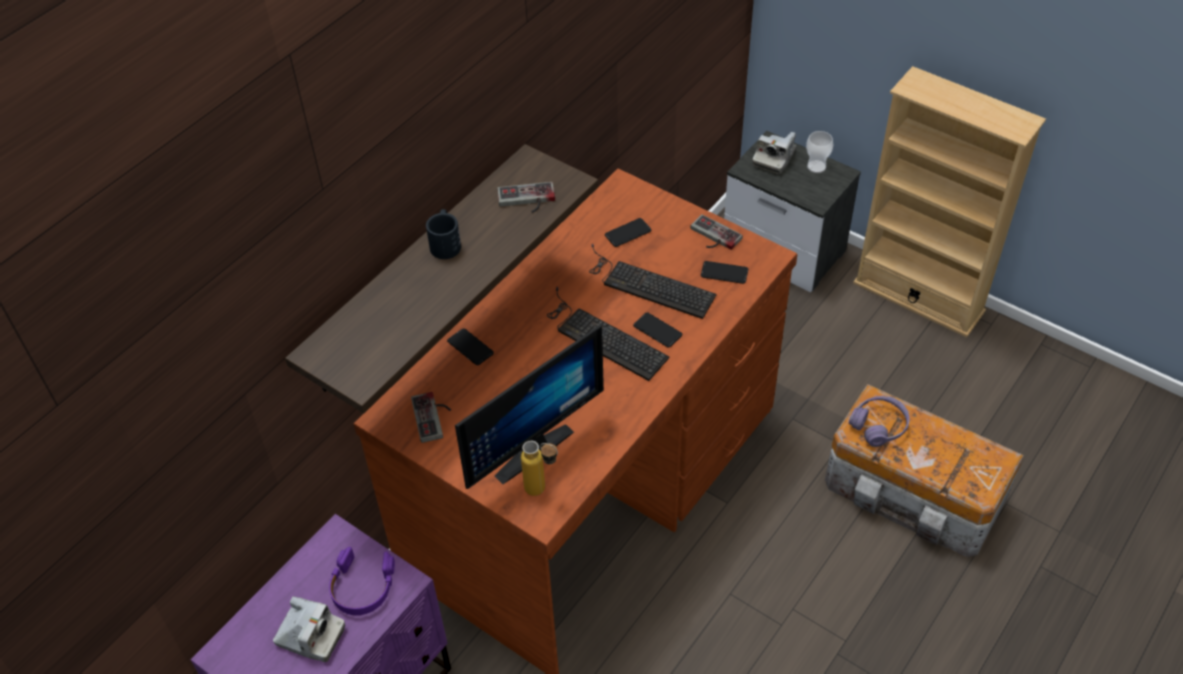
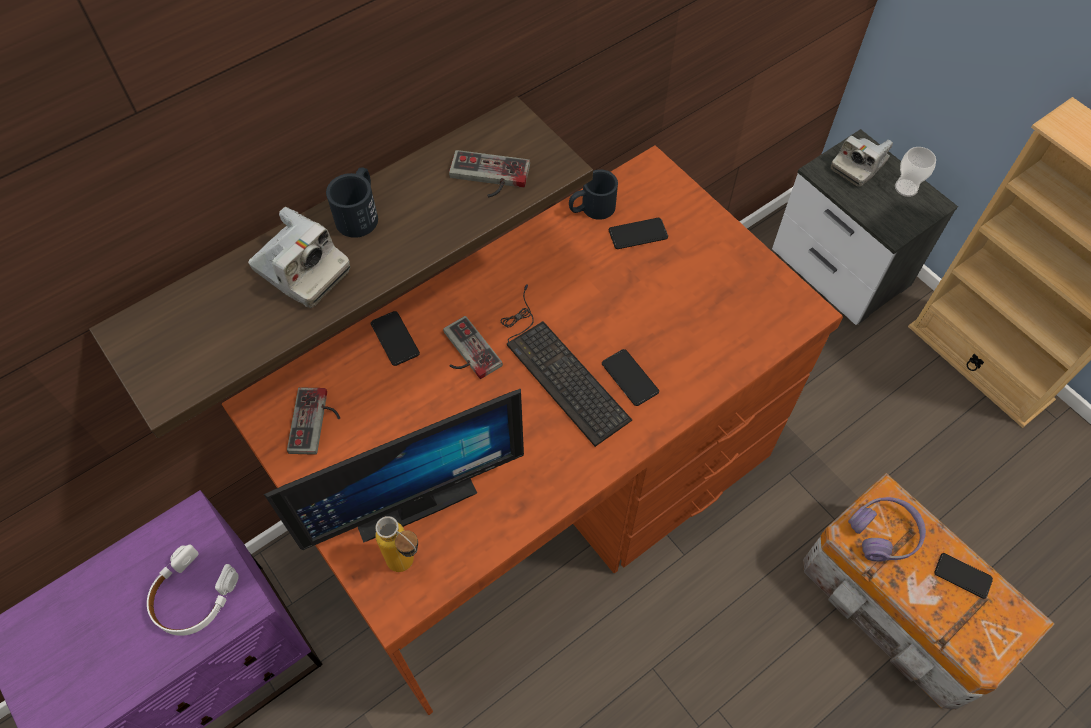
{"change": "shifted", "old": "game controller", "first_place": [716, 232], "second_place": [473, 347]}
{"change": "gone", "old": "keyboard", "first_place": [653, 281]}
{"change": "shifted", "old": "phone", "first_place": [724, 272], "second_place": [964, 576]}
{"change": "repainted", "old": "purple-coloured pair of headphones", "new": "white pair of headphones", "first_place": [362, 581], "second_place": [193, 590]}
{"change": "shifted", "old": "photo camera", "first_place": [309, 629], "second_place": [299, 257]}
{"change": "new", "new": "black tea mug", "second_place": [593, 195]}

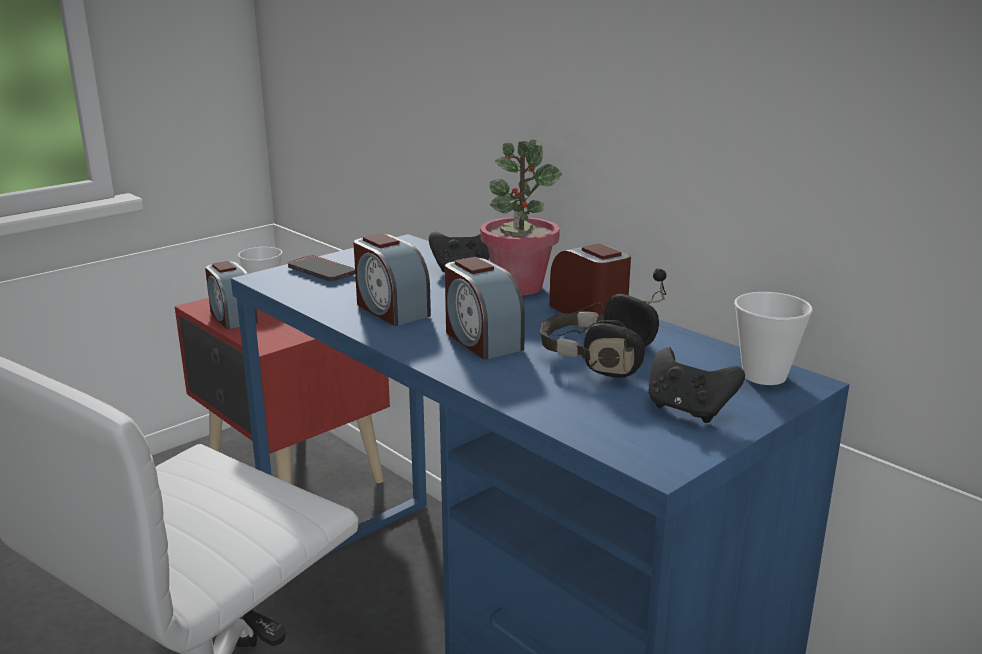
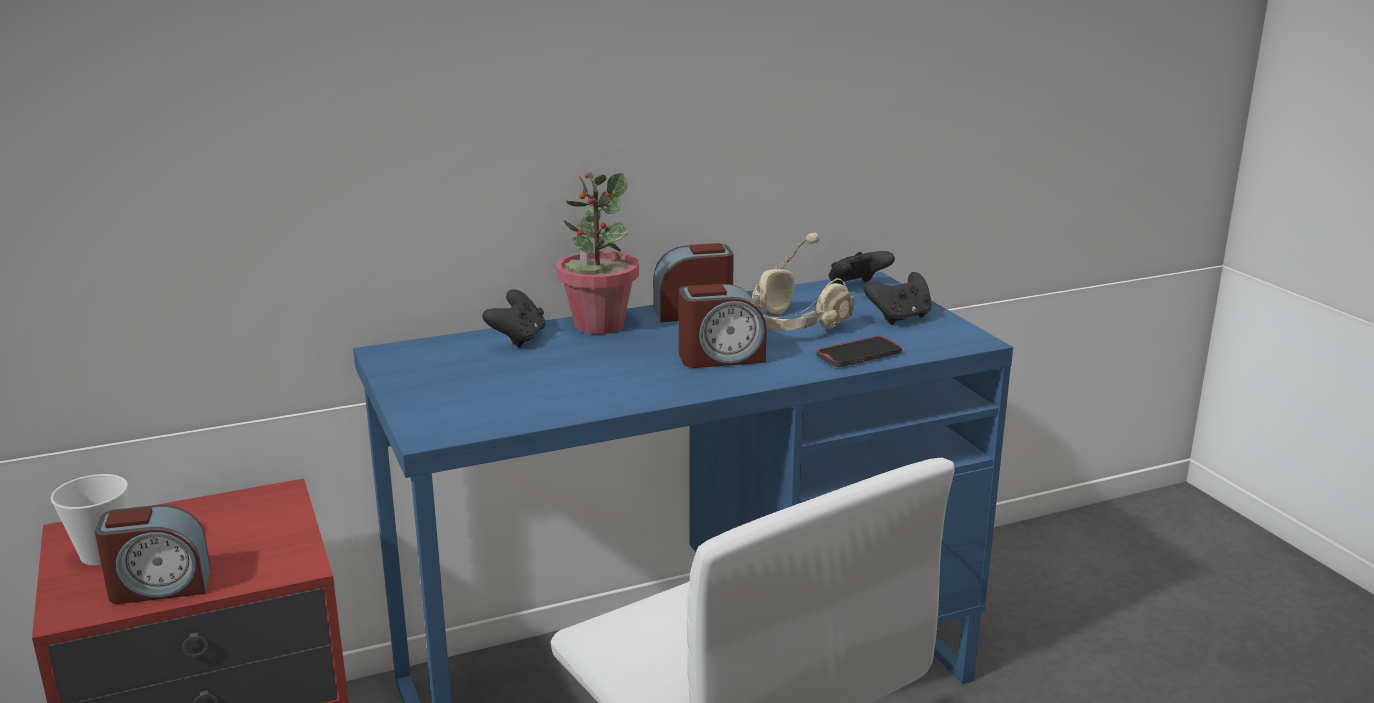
{"change": "gone", "old": "alarm clock", "first_place": [392, 279]}
{"change": "shifted", "old": "phone", "first_place": [321, 268], "second_place": [859, 351]}
{"change": "repainted", "old": "black pair of headphones", "new": "sand-coloured pair of headphones", "first_place": [603, 323], "second_place": [803, 282]}
{"change": "swapped", "old": "small cup", "new": "black game controller", "first_place": [773, 338], "second_place": [862, 268]}

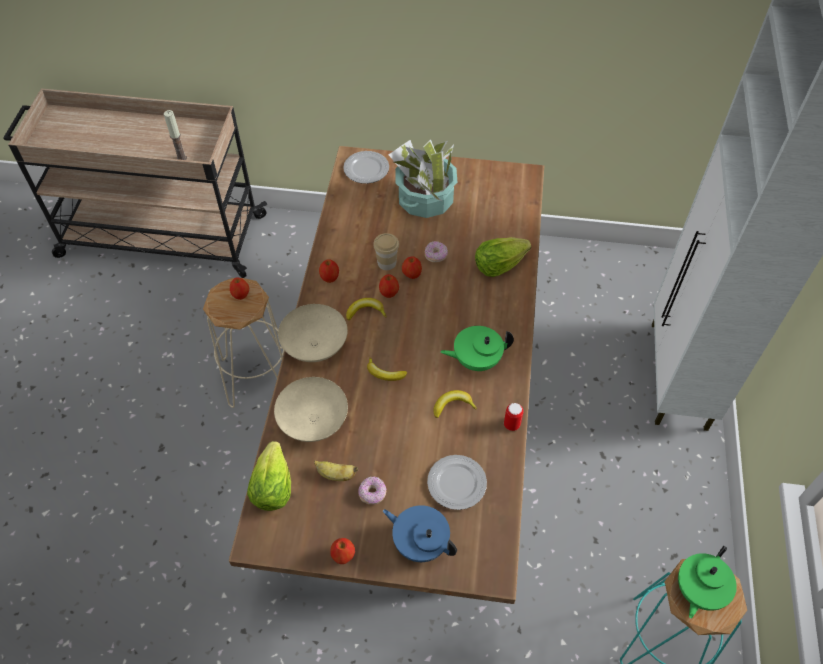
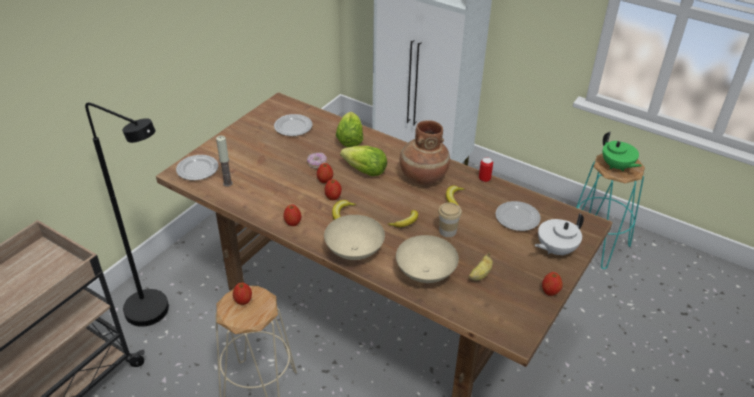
{"change": "shifted", "old": "candle", "first_place": [175, 135], "second_place": [224, 161]}
{"change": "gone", "old": "houseplant", "first_place": [422, 179]}
{"change": "shifted", "old": "small cup", "first_place": [386, 251], "second_place": [450, 219]}
{"change": "swapped", "old": "greenish tea pot", "new": "brownish flower vase", "first_place": [477, 348], "second_place": [425, 152]}
{"change": "shifted", "old": "lettuce head", "first_place": [269, 476], "second_place": [363, 161]}
{"change": "gone", "old": "donut", "first_place": [372, 490]}
{"change": "repainted", "old": "blue tea pot", "new": "white tea pot", "first_place": [420, 533], "second_place": [559, 234]}
{"change": "new", "new": "black standing lamp", "second_place": [127, 214]}
{"change": "new", "new": "plate", "second_place": [293, 125]}

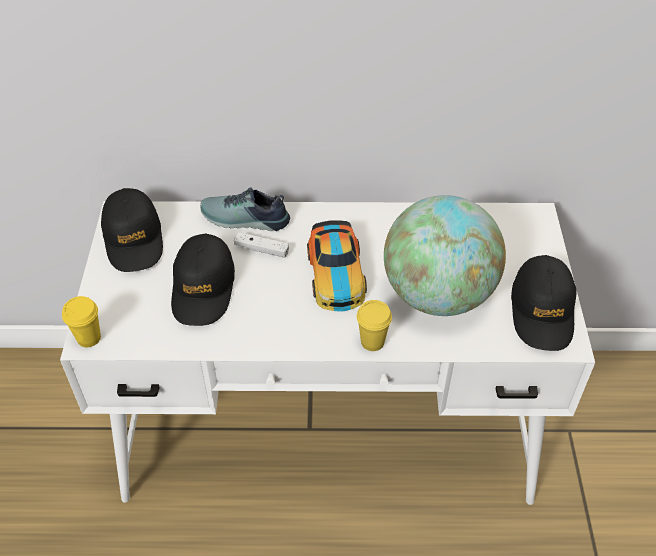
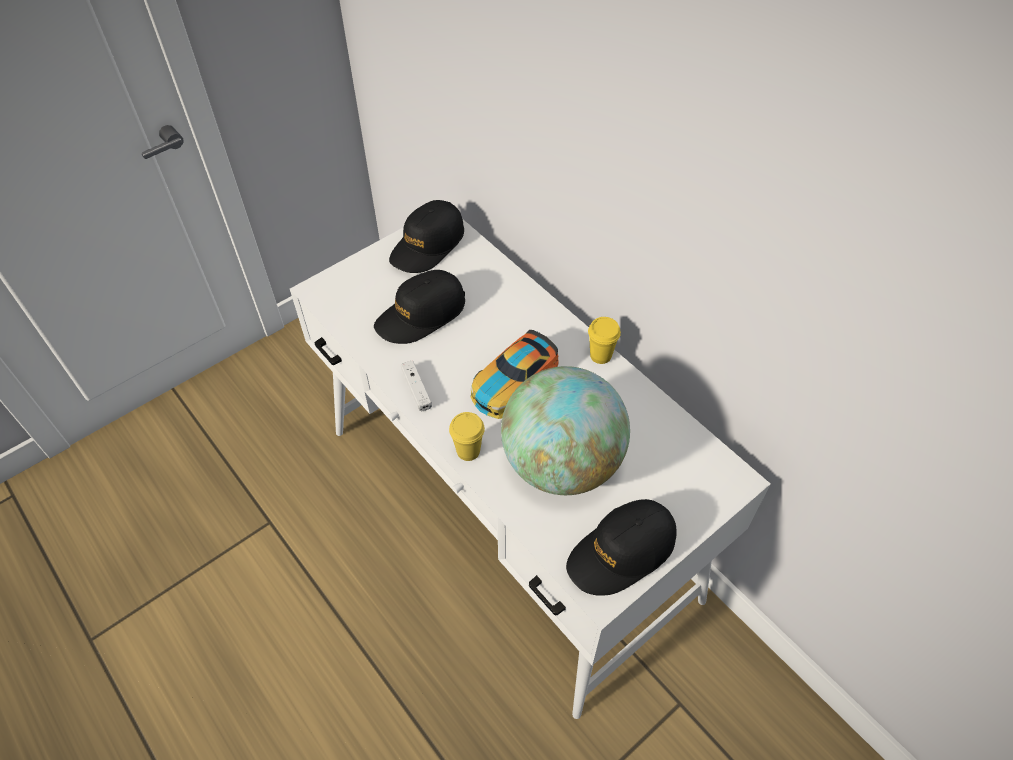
{"change": "gone", "old": "low shoe", "first_place": [245, 209]}
{"change": "shifted", "old": "white game controller", "first_place": [261, 245], "second_place": [416, 385]}
{"change": "shifted", "old": "yellow small cup", "first_place": [81, 321], "second_place": [604, 340]}

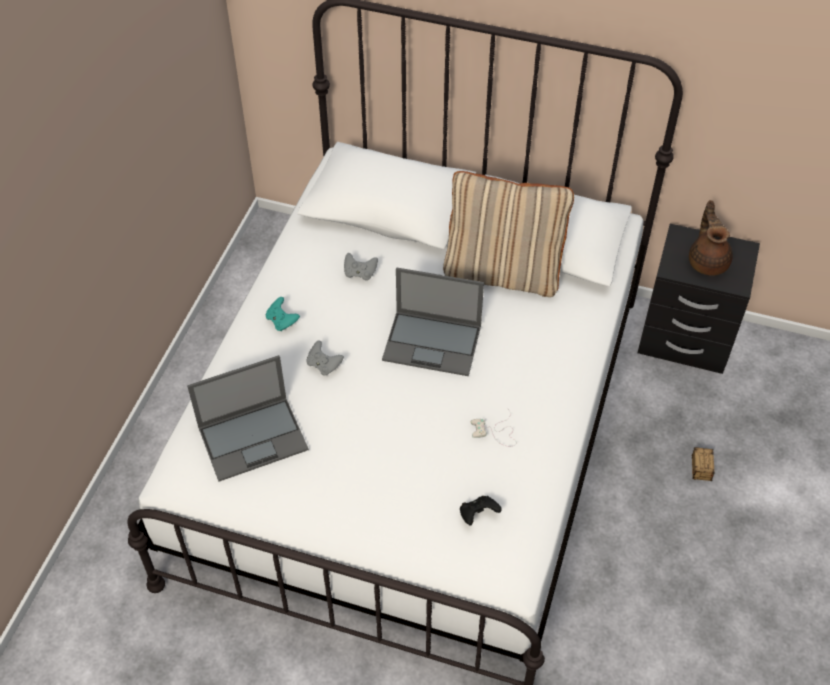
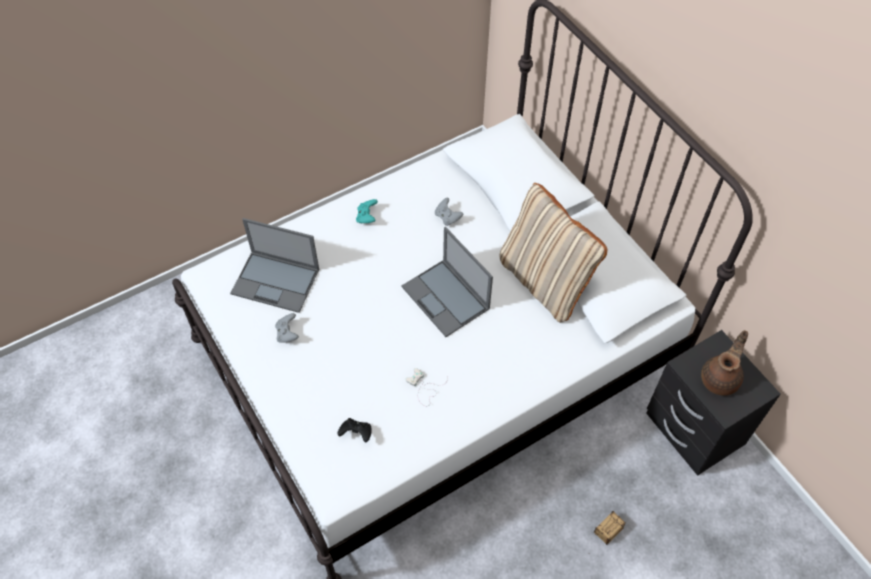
{"change": "shifted", "old": "grey game controller", "first_place": [325, 358], "second_place": [287, 328]}

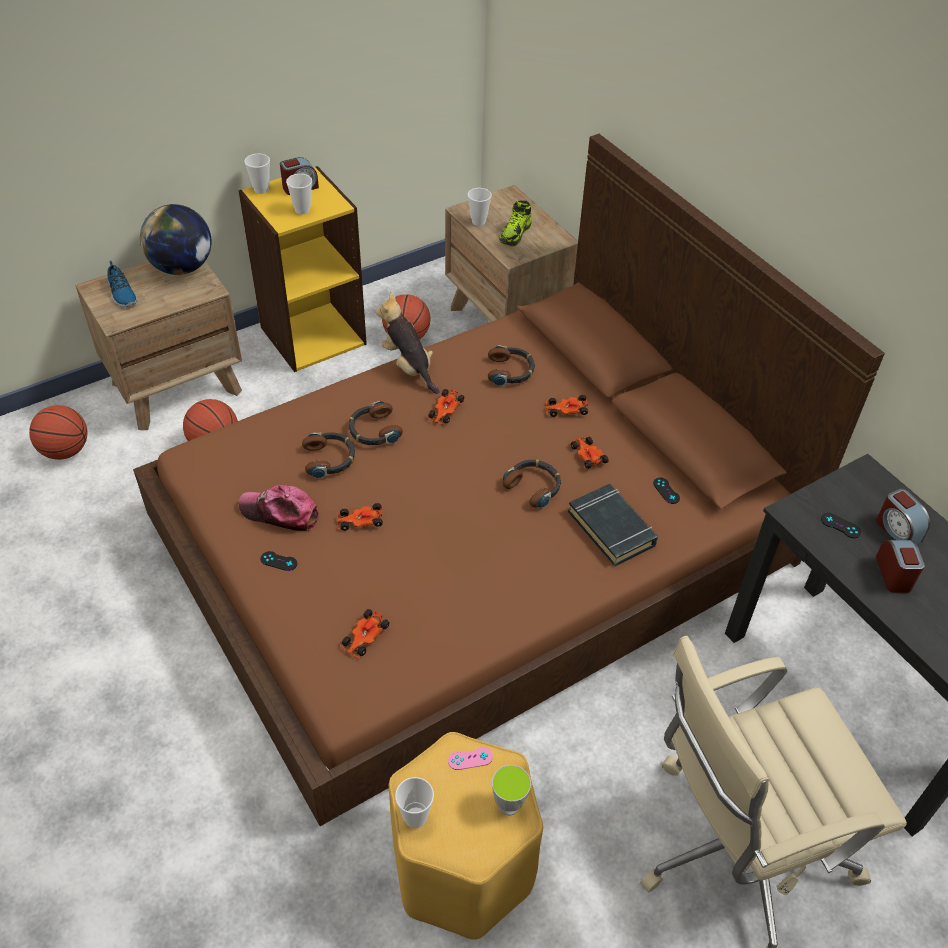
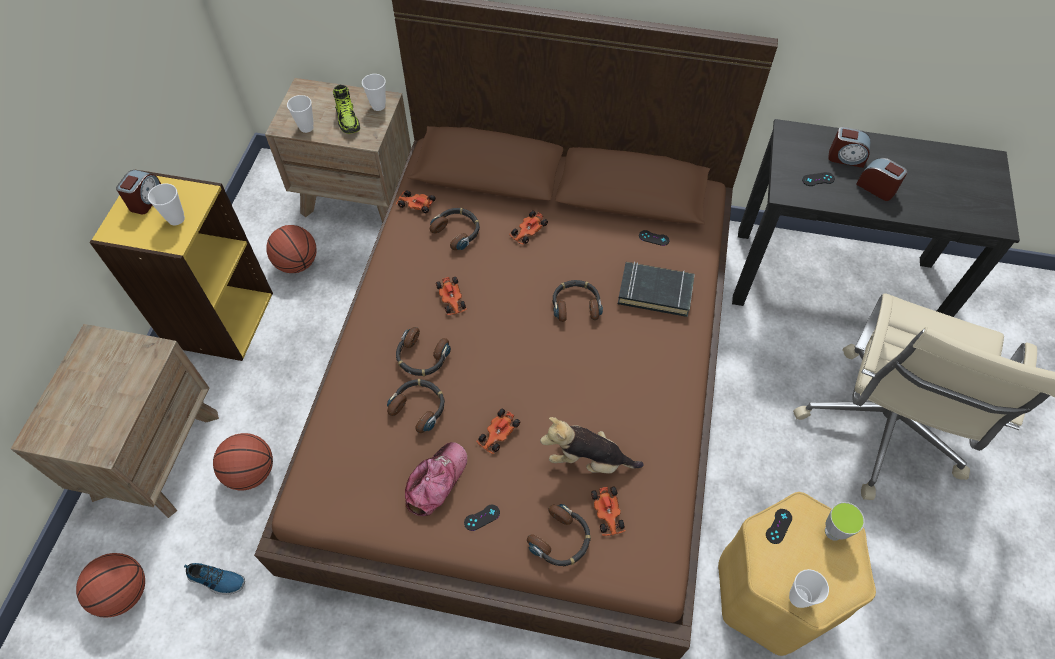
{"change": "shifted", "old": "small cup", "first_place": [257, 174], "second_place": [374, 92]}
{"change": "gone", "old": "world globe", "first_place": [175, 239]}
{"change": "shifted", "old": "low shoe", "first_place": [122, 284], "second_place": [214, 579]}
{"change": "shifted", "old": "soft toy", "first_place": [407, 343], "second_place": [592, 445]}
{"change": "shifted", "old": "toy car", "first_place": [589, 452], "second_place": [416, 201]}
{"change": "rotated", "old": "peaked cap", "first_place": [279, 508], "second_place": [436, 479], "degrees": 150}
{"change": "repainted", "old": "pink-coloured game controller", "new": "black game controller", "first_place": [470, 758], "second_place": [779, 526]}
{"change": "new", "new": "pair of headphones", "second_place": [559, 535]}

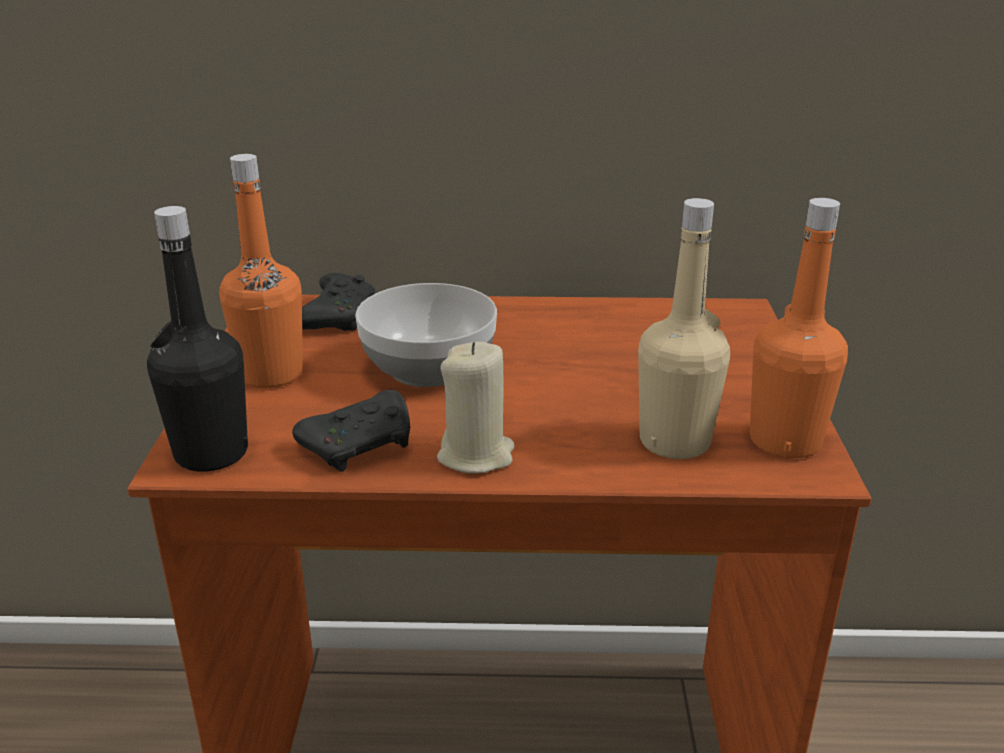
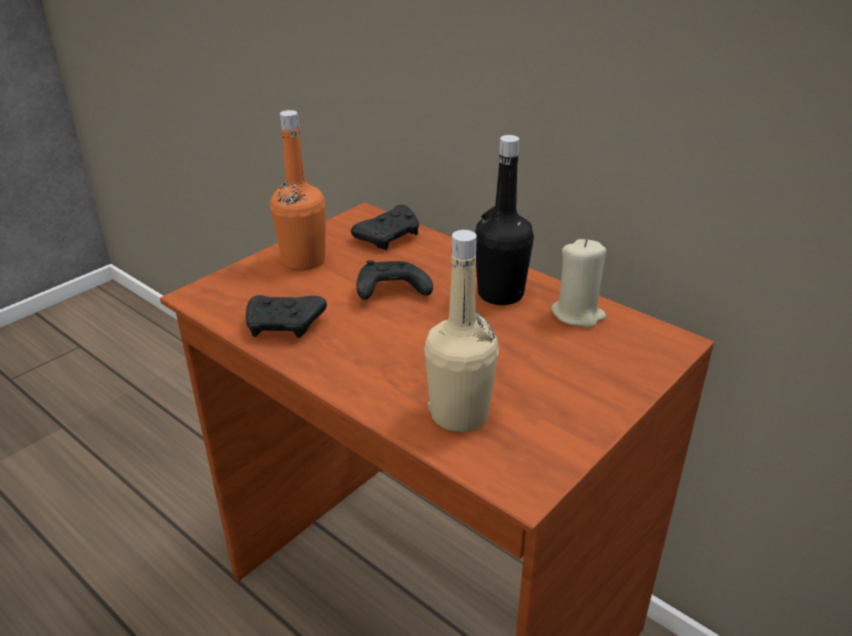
{"change": "gone", "old": "orange bottle", "first_place": [799, 328]}
{"change": "shifted", "old": "black bottle", "first_place": [197, 339], "second_place": [504, 220]}
{"change": "swapped", "old": "serving bowl", "new": "black game controller", "first_place": [426, 335], "second_place": [395, 280]}
{"change": "shifted", "old": "sand-coloured candle", "first_place": [476, 408], "second_place": [578, 283]}

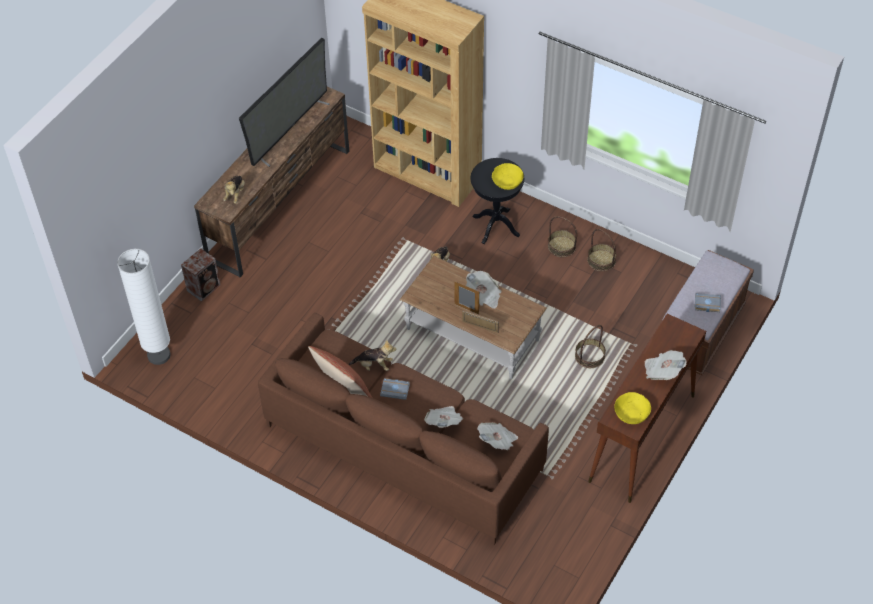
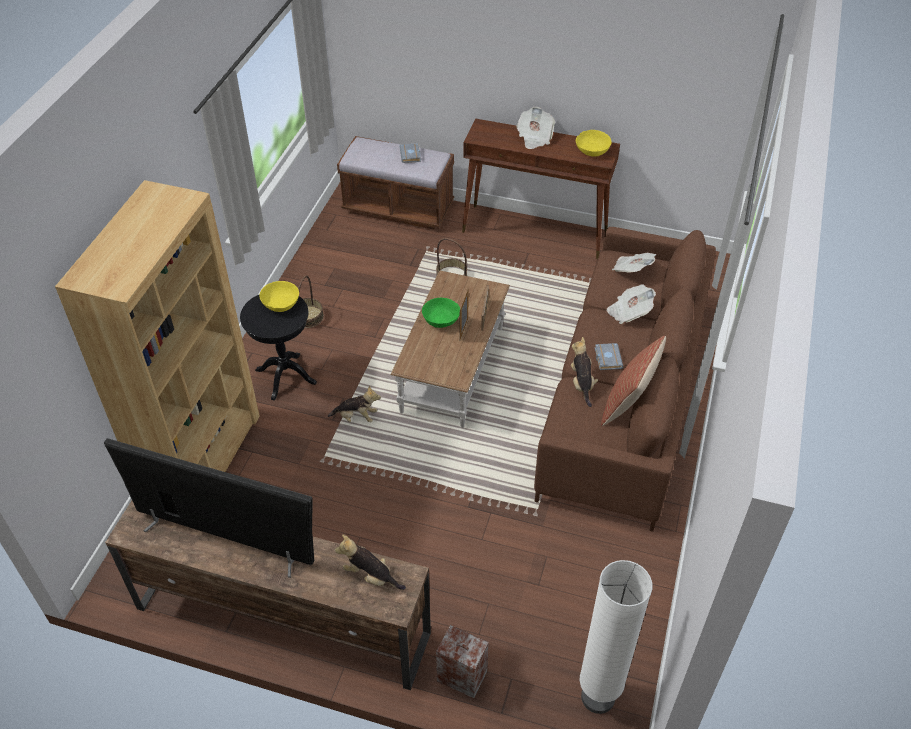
{"change": "rotated", "old": "soft toy", "first_place": [234, 190], "second_place": [370, 562], "degrees": -150}
{"change": "gone", "old": "basket", "first_place": [602, 250]}
{"change": "swapped", "old": "printed paper", "new": "greenish serving bowl", "first_place": [483, 290], "second_place": [441, 313]}

